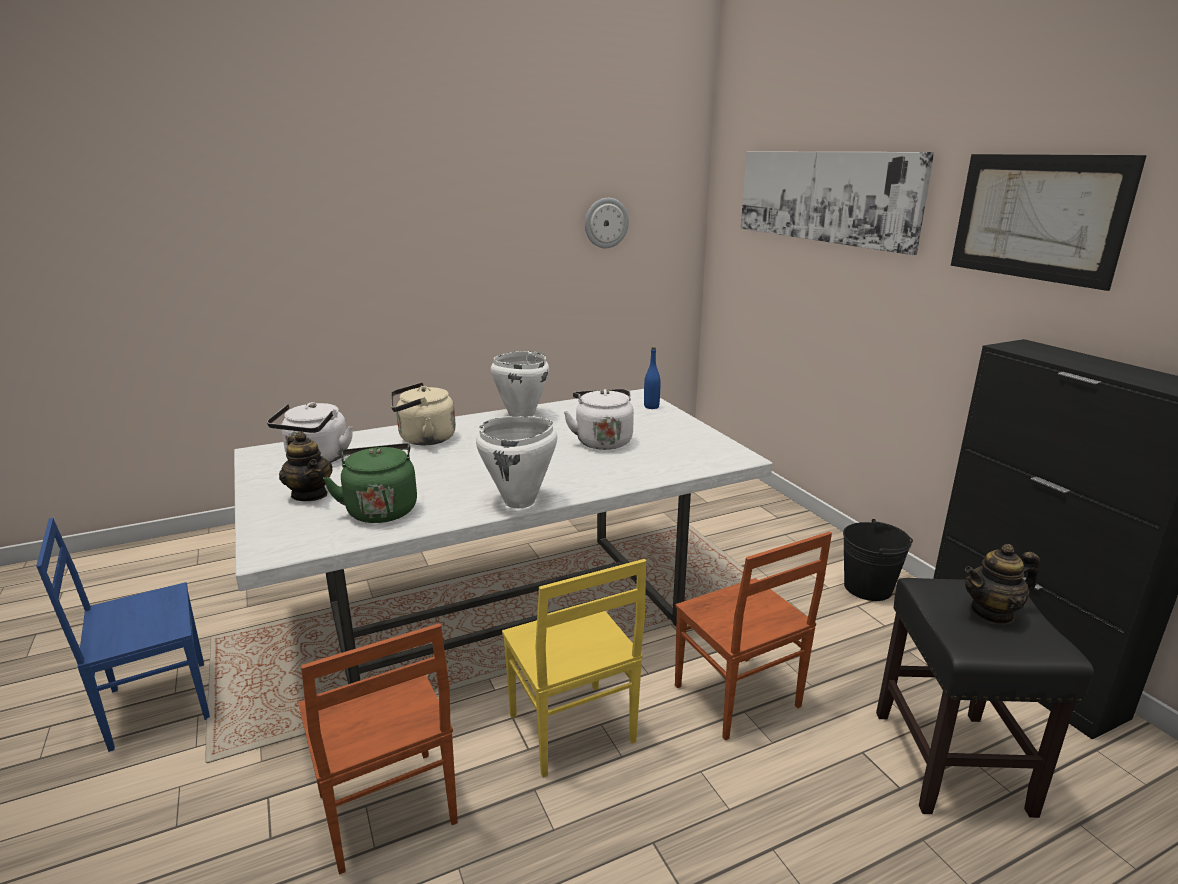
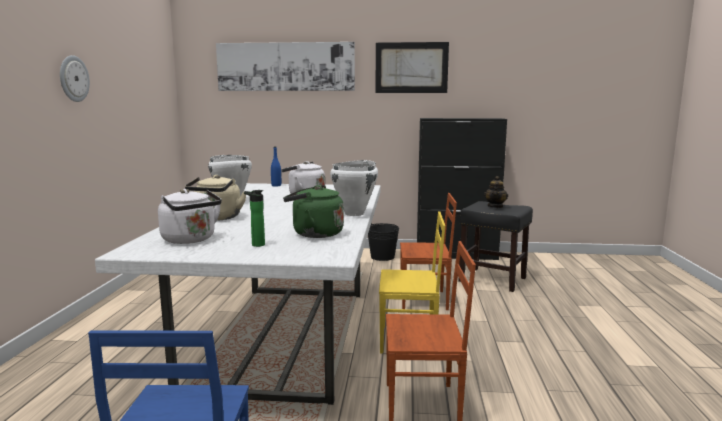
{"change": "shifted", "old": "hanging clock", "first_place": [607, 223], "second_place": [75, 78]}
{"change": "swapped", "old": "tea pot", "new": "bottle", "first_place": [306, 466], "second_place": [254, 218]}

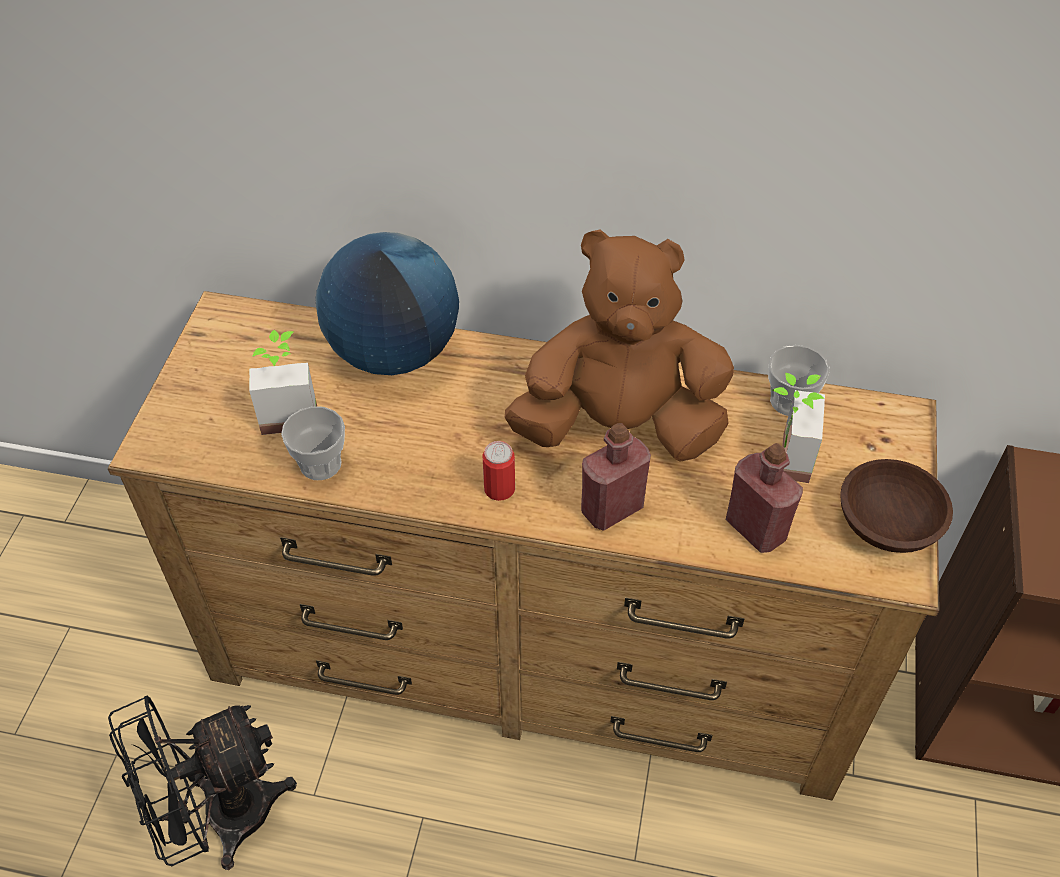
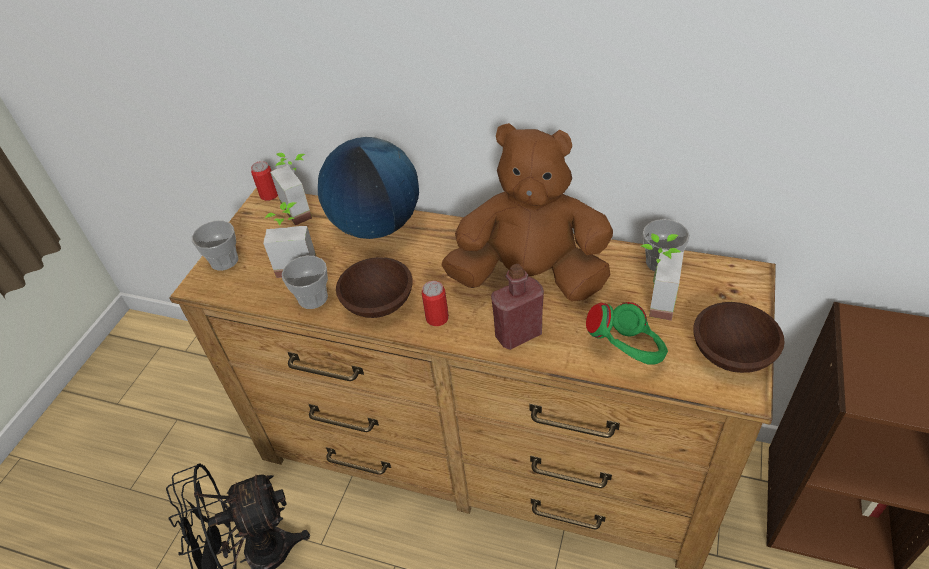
{"change": "swapped", "old": "red bottle", "new": "greenish pair of headphones", "first_place": [764, 498], "second_place": [627, 333]}
{"change": "new", "new": "houseplant", "second_place": [291, 189]}
{"change": "new", "new": "can", "second_place": [264, 181]}
{"change": "new", "new": "small cup", "second_place": [215, 245]}
{"change": "new", "new": "brownish serving bowl", "second_place": [374, 287]}

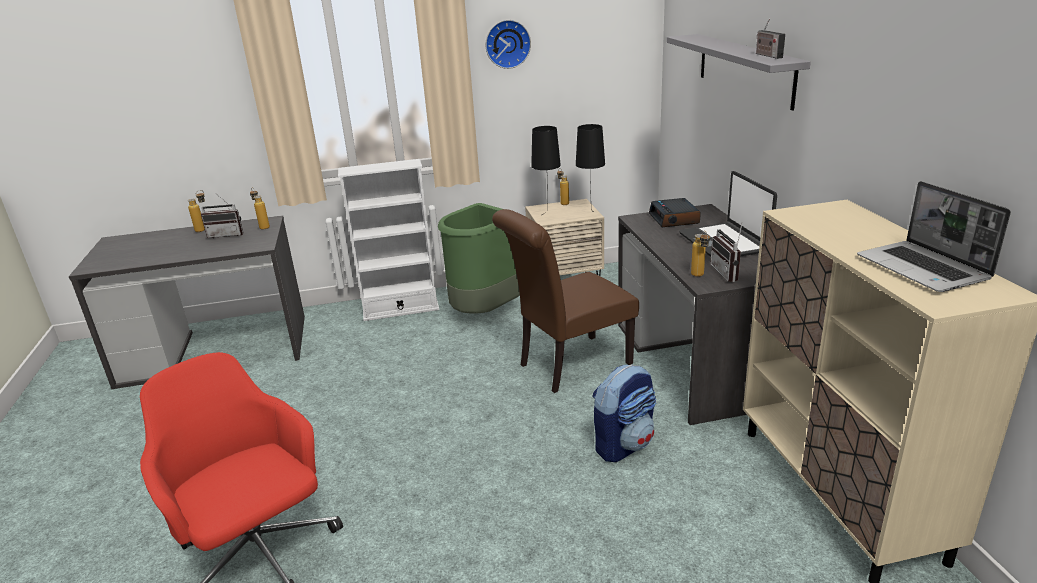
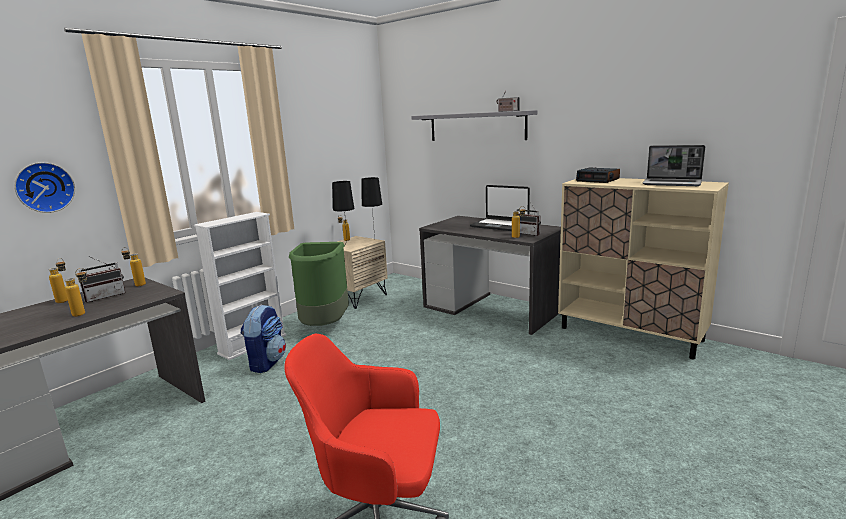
{"change": "shifted", "old": "hanging clock", "first_place": [508, 44], "second_place": [44, 187]}
{"change": "shifted", "old": "alarm clock", "first_place": [675, 212], "second_place": [598, 175]}
{"change": "gone", "old": "brownish plain chair", "first_place": [565, 301]}
{"change": "shifted", "old": "knapsack", "first_place": [624, 413], "second_place": [263, 339]}
{"change": "new", "new": "bottle", "second_place": [75, 292]}

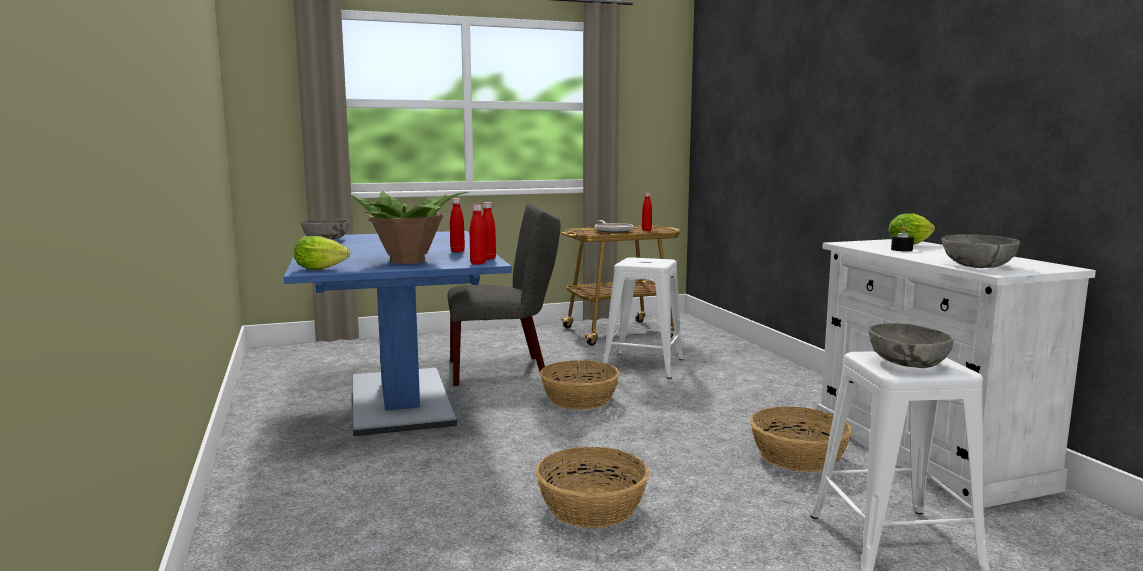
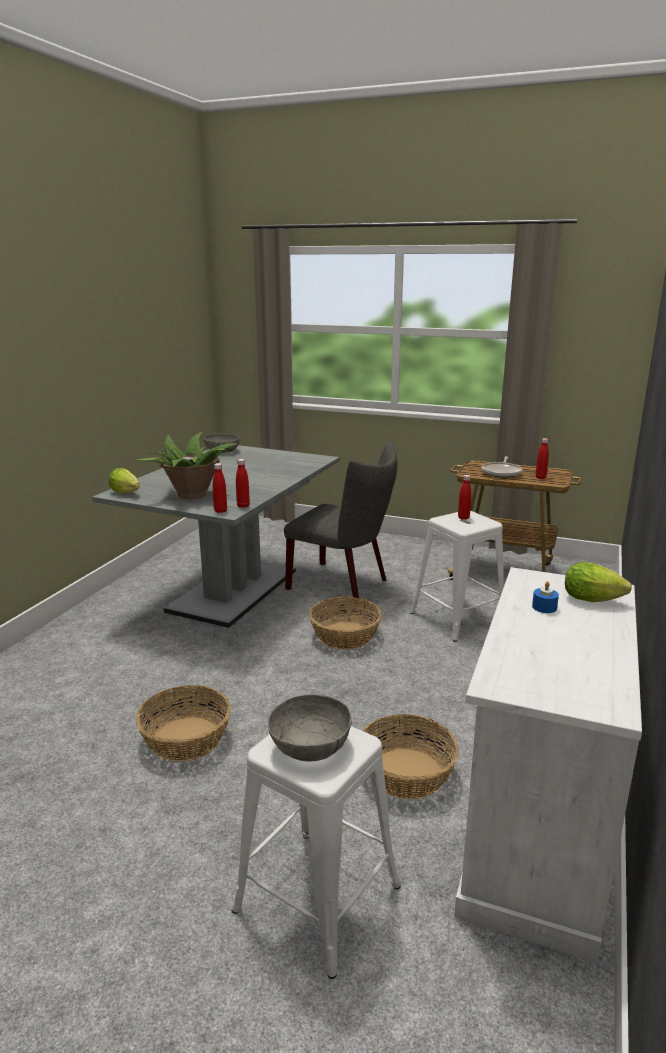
{"change": "shifted", "old": "red bottle", "first_place": [457, 225], "second_place": [464, 497]}
{"change": "repainted", "old": "black candle", "new": "blue candle", "first_place": [902, 238], "second_place": [545, 597]}
{"change": "repainted", "old": "blue dinner table", "new": "grey dinner table", "first_place": [398, 333], "second_place": [215, 536]}
{"change": "gone", "old": "grey serving bowl", "first_place": [981, 251]}

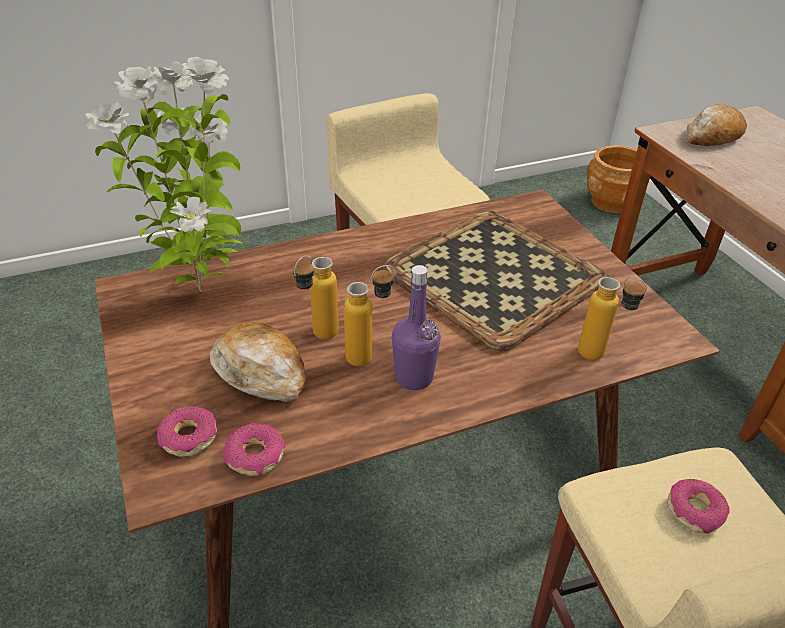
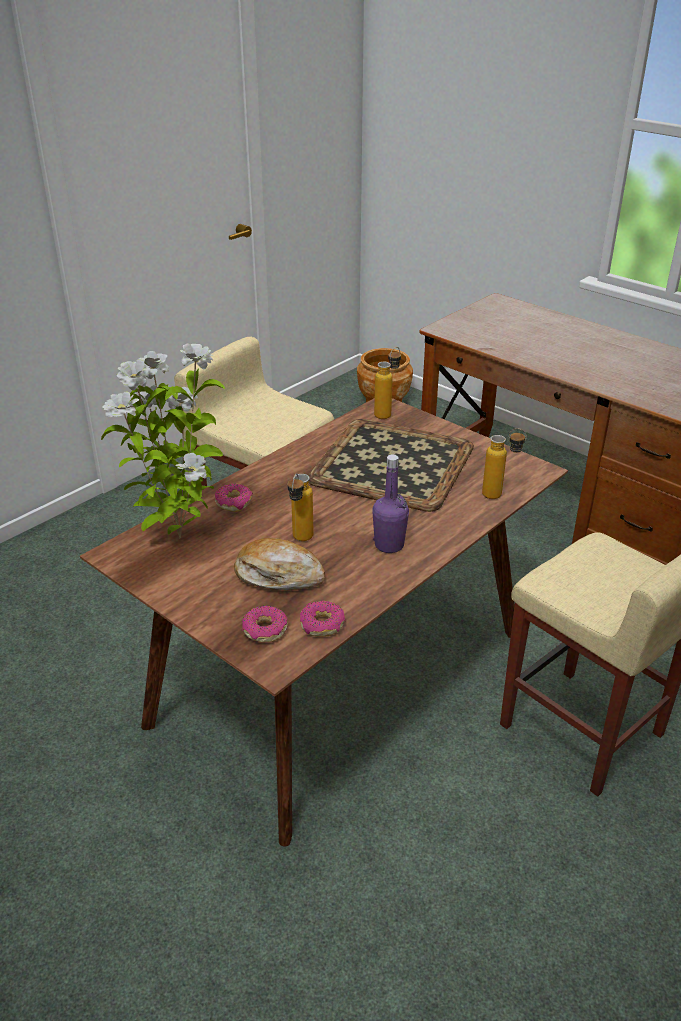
{"change": "gone", "old": "bakery bread", "first_place": [716, 125]}
{"change": "shifted", "old": "bottle", "first_place": [369, 315], "second_place": [387, 383]}
{"change": "shifted", "old": "donut", "first_place": [699, 506], "second_place": [234, 498]}

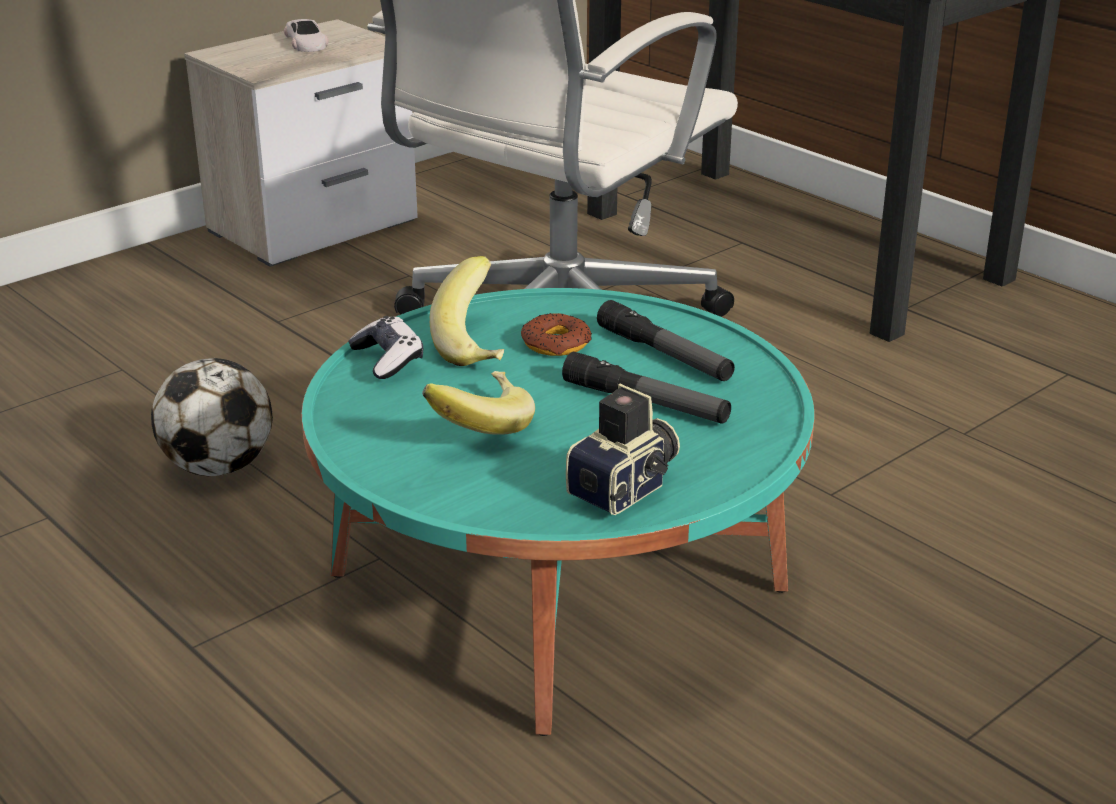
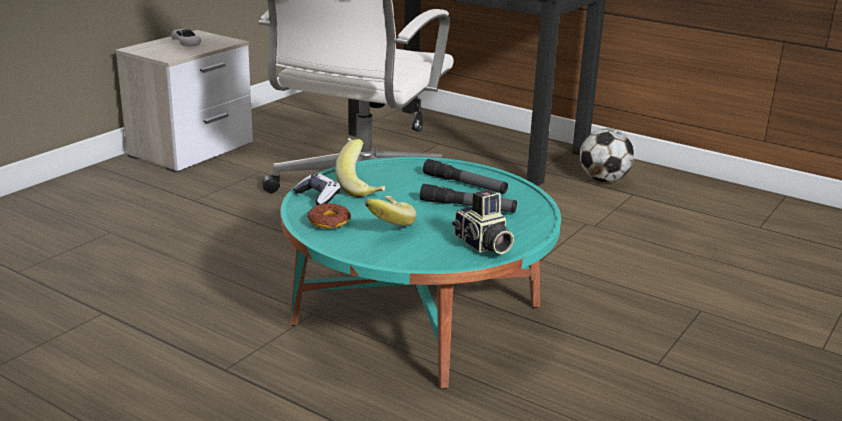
{"change": "shifted", "old": "donut", "first_place": [556, 334], "second_place": [329, 215]}
{"change": "shifted", "old": "football ball", "first_place": [212, 417], "second_place": [607, 155]}
{"change": "rotated", "old": "photo camera", "first_place": [623, 449], "second_place": [483, 222], "degrees": 120}

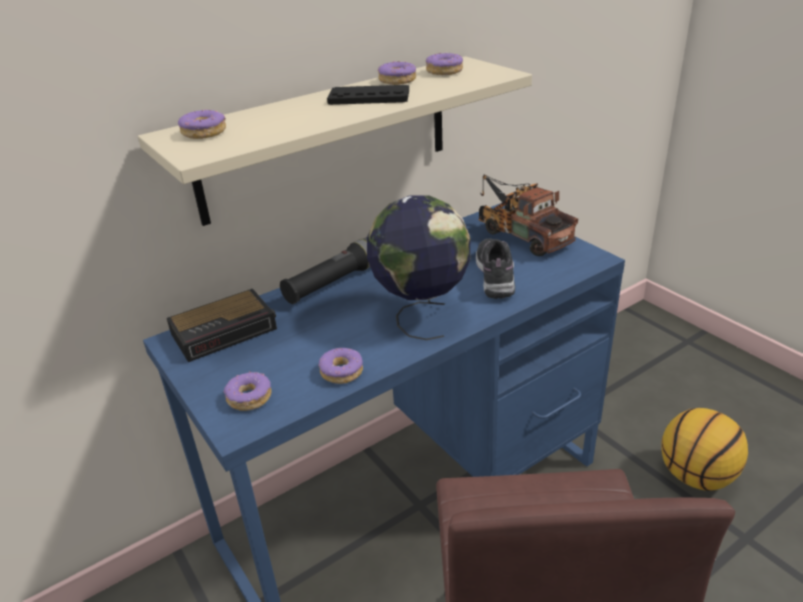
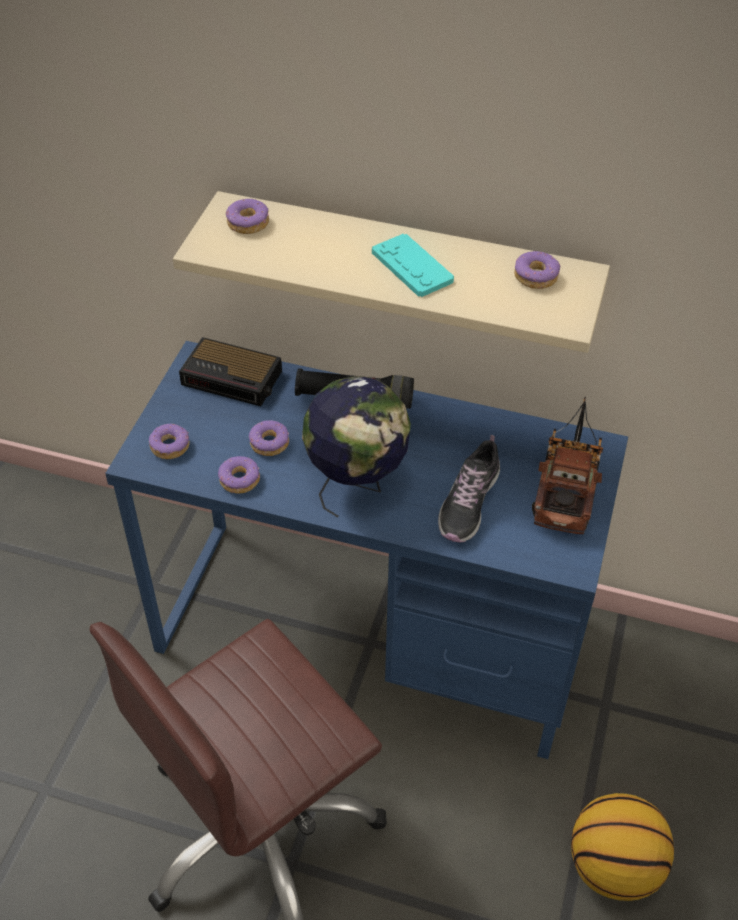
{"change": "shifted", "old": "donut", "first_place": [397, 73], "second_place": [269, 438]}
{"change": "repainted", "old": "black game controller", "new": "turquoise game controller", "first_place": [368, 95], "second_place": [413, 265]}
{"change": "rotated", "old": "low shoe", "first_place": [495, 268], "second_place": [469, 488], "degrees": 150}

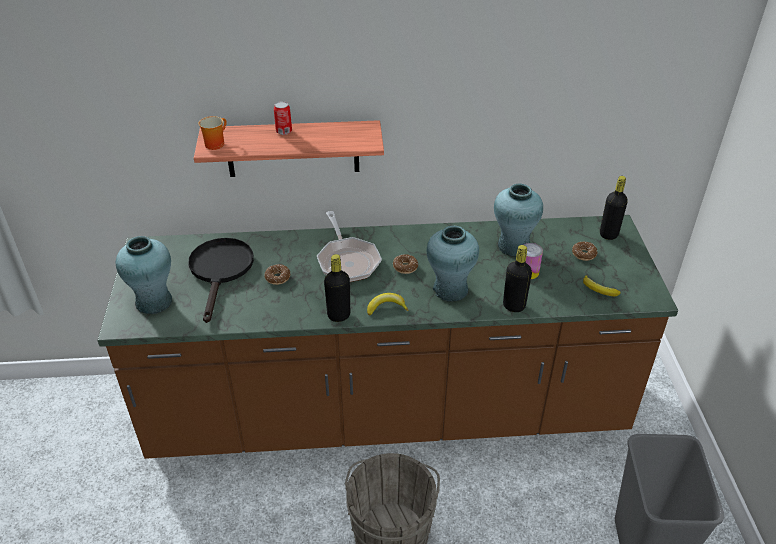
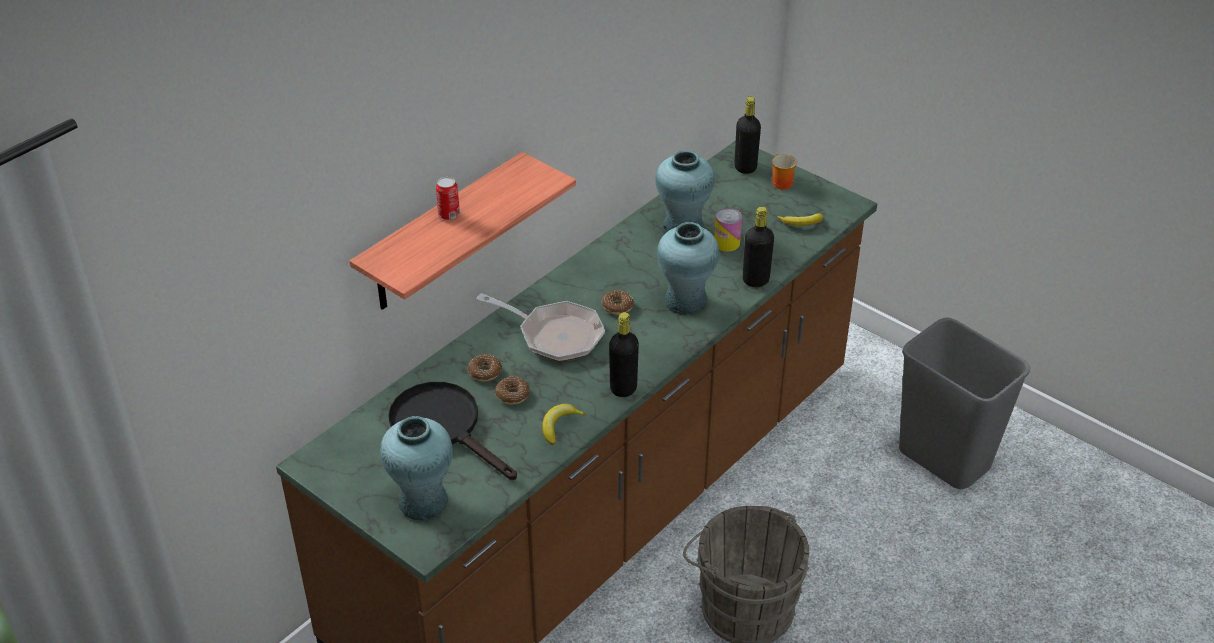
{"change": "shifted", "old": "tea mug", "first_place": [212, 133], "second_place": [784, 172]}
{"change": "shifted", "old": "donut", "first_place": [584, 251], "second_place": [484, 368]}
{"change": "shifted", "old": "banana fruit", "first_place": [388, 304], "second_place": [564, 424]}

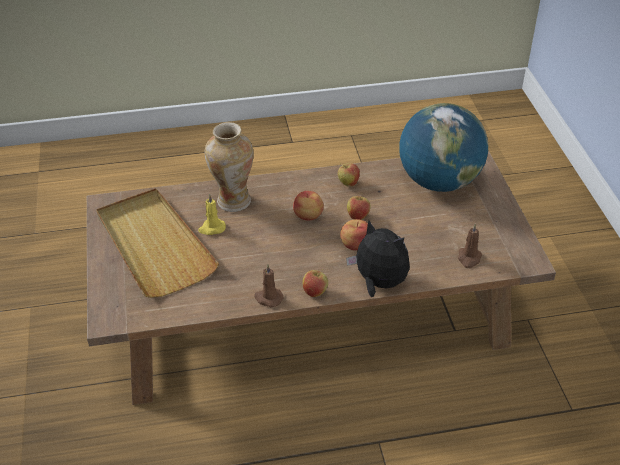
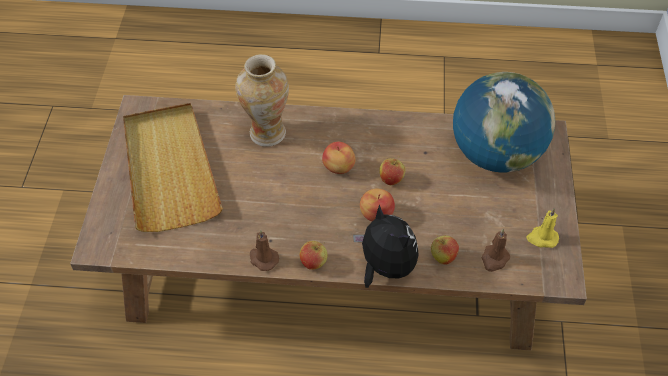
{"change": "shifted", "old": "apple fruit", "first_place": [349, 175], "second_place": [445, 250]}
{"change": "shifted", "old": "yellow candle", "first_place": [212, 214], "second_place": [542, 228]}

